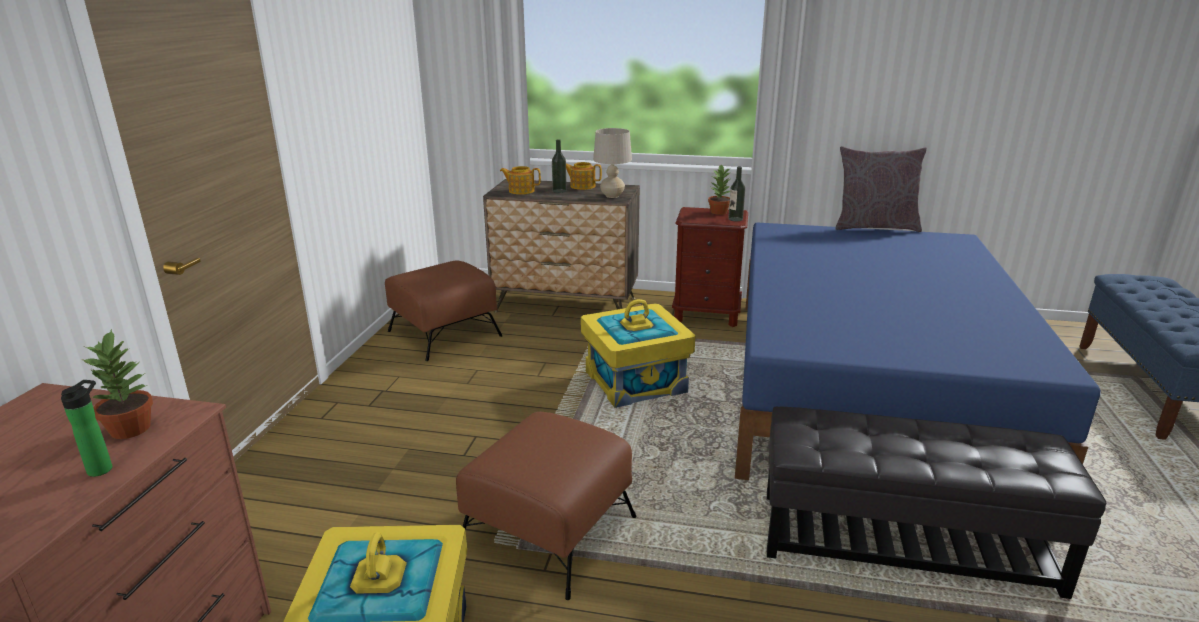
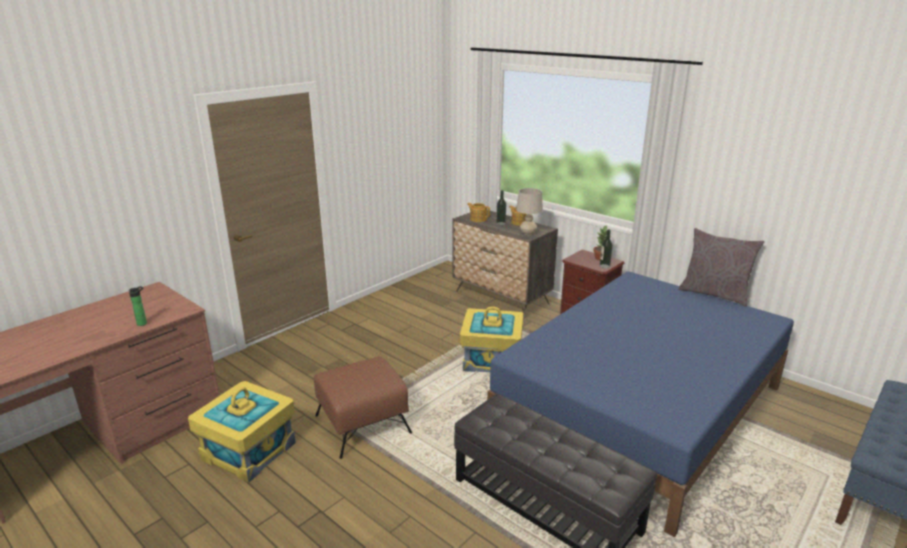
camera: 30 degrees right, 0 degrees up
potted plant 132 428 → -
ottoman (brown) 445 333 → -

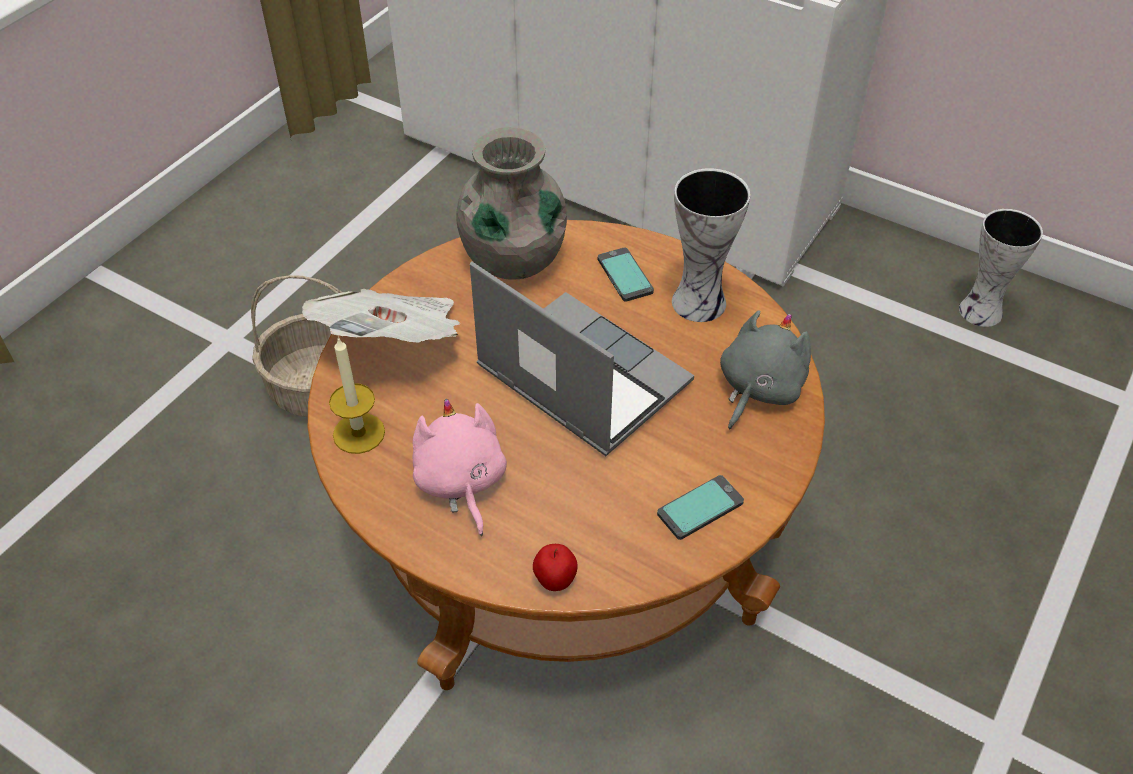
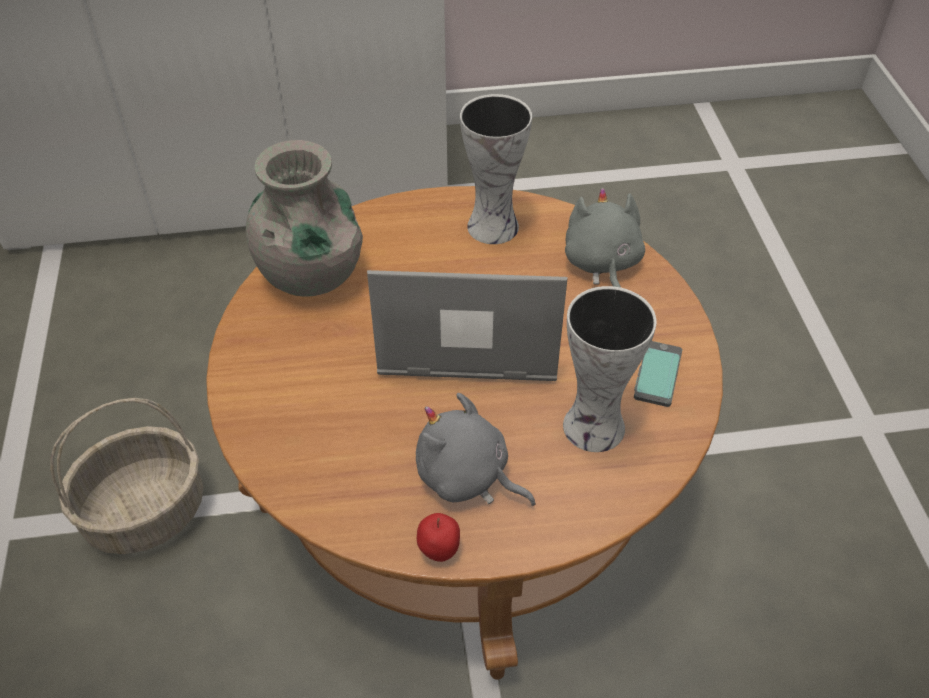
camera: 40 degrees left, 0 degrees up
newspaper 394 343 → -
candle 359 433 → -
plush toy (pink-coloured) 460 482 → plush toy (greyish) 467 477
apple fruit 555 581 → apple fruit 439 551, relocated
phone 624 275 → -
vase 978 311 → vase 591 428, relocated

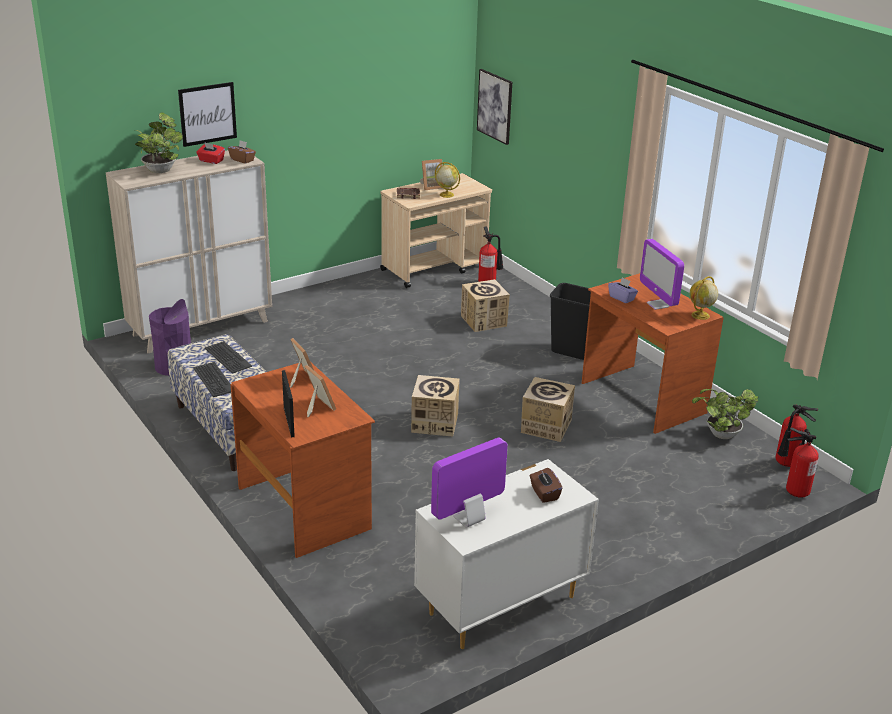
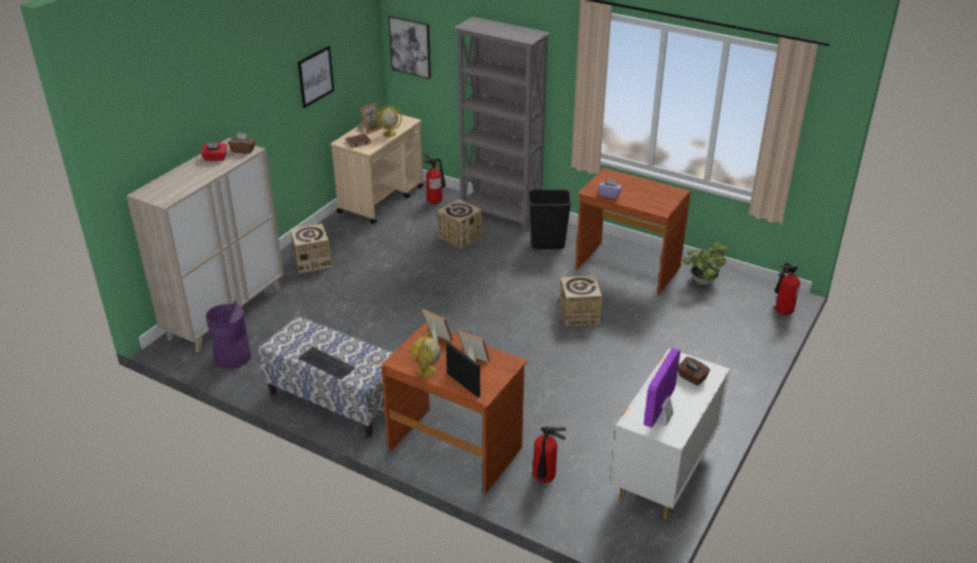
camera: 25 degrees left, 5 degrees up
potted plant 161 170 → -
wall picture 207 114 → wall picture 315 76, relocated
computer keyboard 227 358 → -
cardboard box 435 423 → cardboard box 312 261, relocated
monitor 658 305 → -
desk globe 700 315 → desk globe 427 371, relocated
fire extinguisher 785 465 → fire extinguisher 544 479, relocated
- → shelving unit (greyish) 500 214

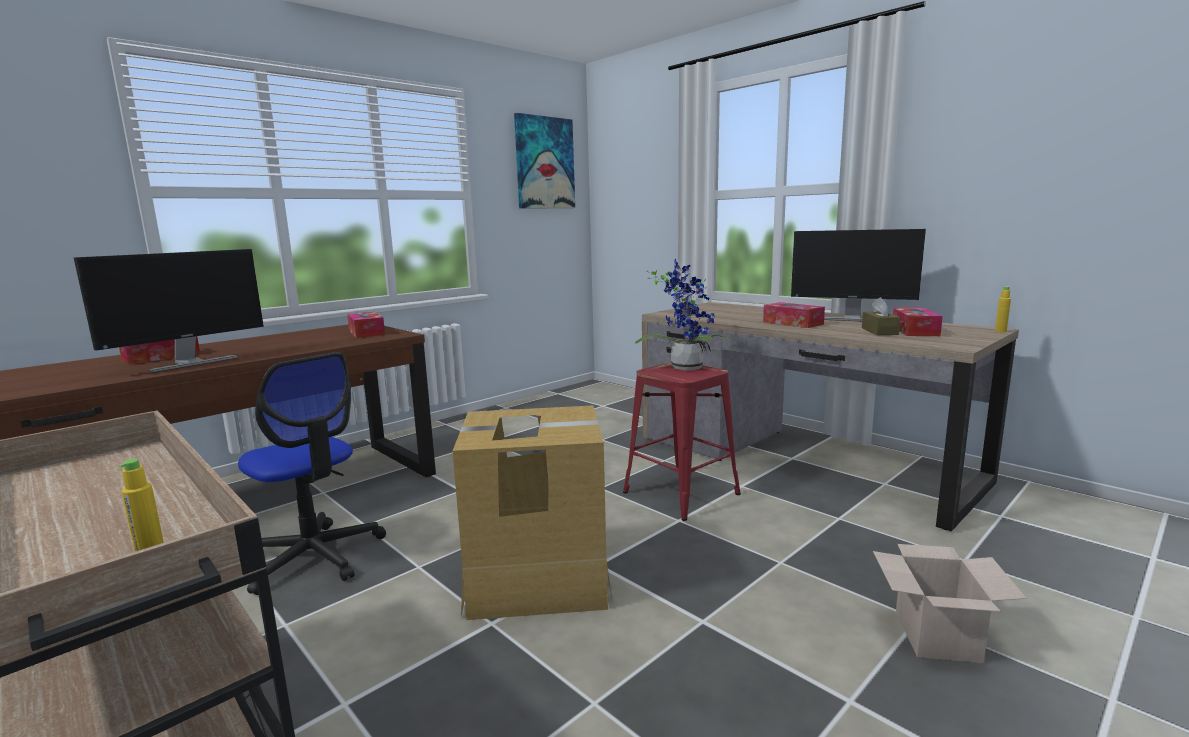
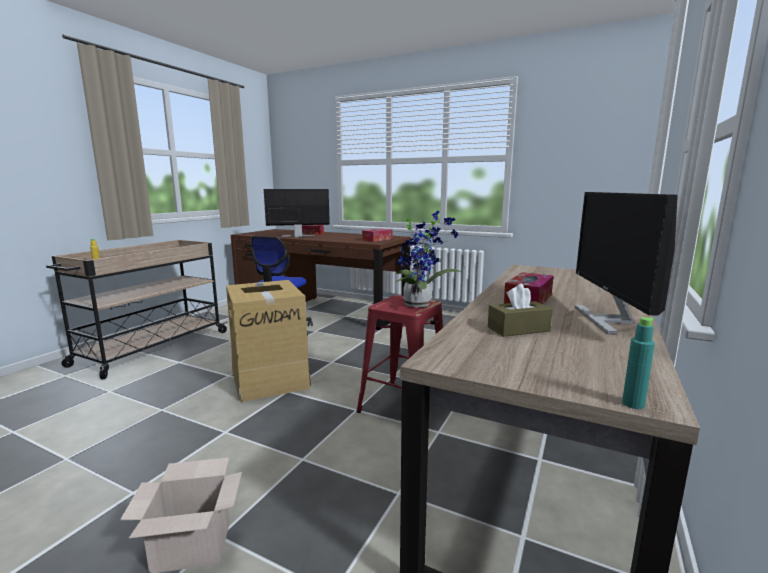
camera: 70 degrees right, 0 degrees up
monitor 190 363 → monitor 298 236, 150 degrees clockwise
wall picture 544 163 → -
box of tissues 914 331 → -
drink bottle (yellow) 1000 331 → drink bottle (turquoise) 633 404

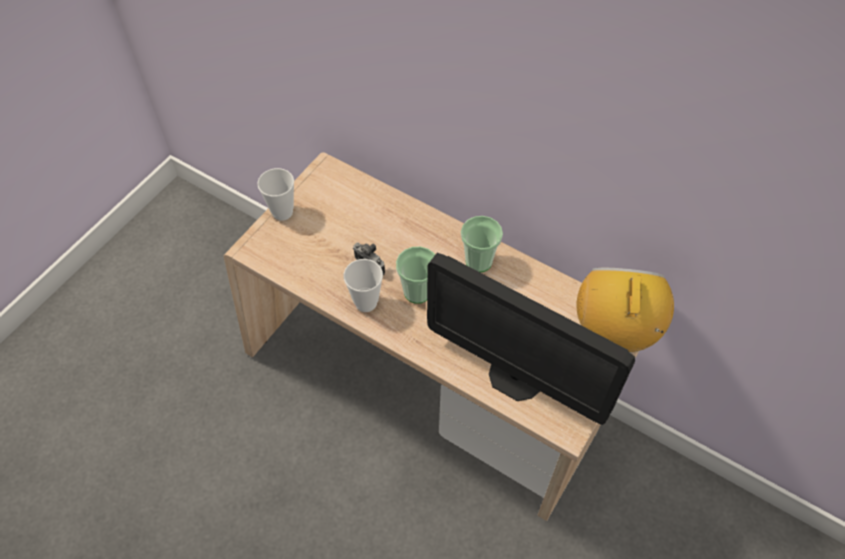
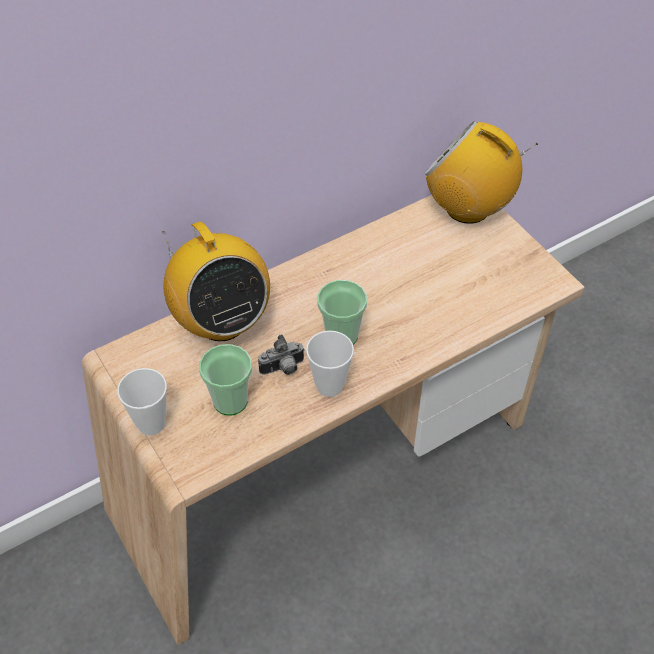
camera: 65 degrees left, 5 degrees down
monitor 516 376 → -
small cup 478 261 → small cup 230 401, relocated
- → radio set 221 321

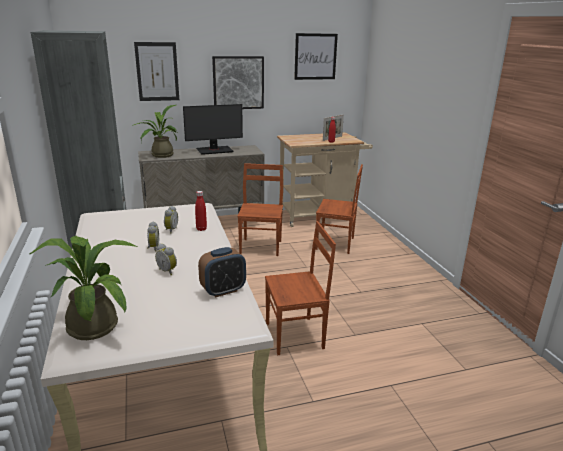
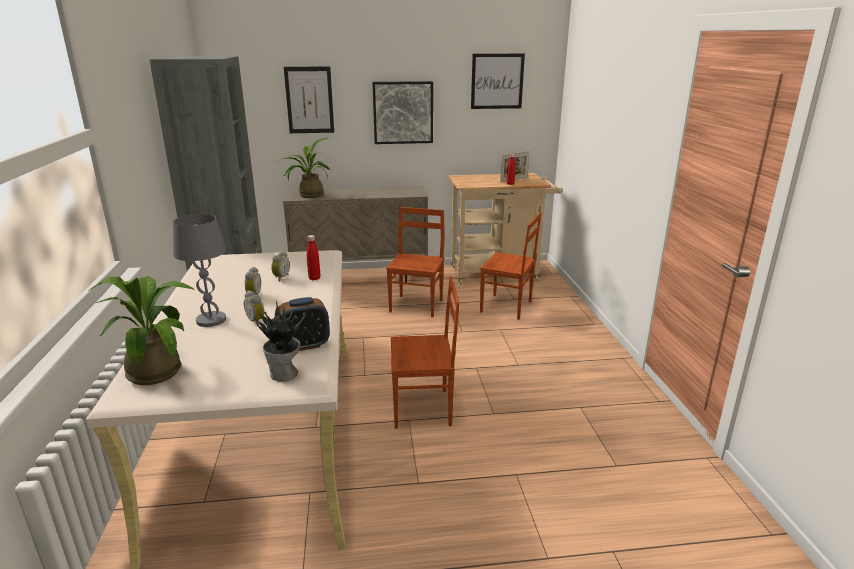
camera: 10 degrees right, 0 degrees up
monitor 214 150 → -
- → lamp for a table (greyish) 211 320
- → potted plant 285 374

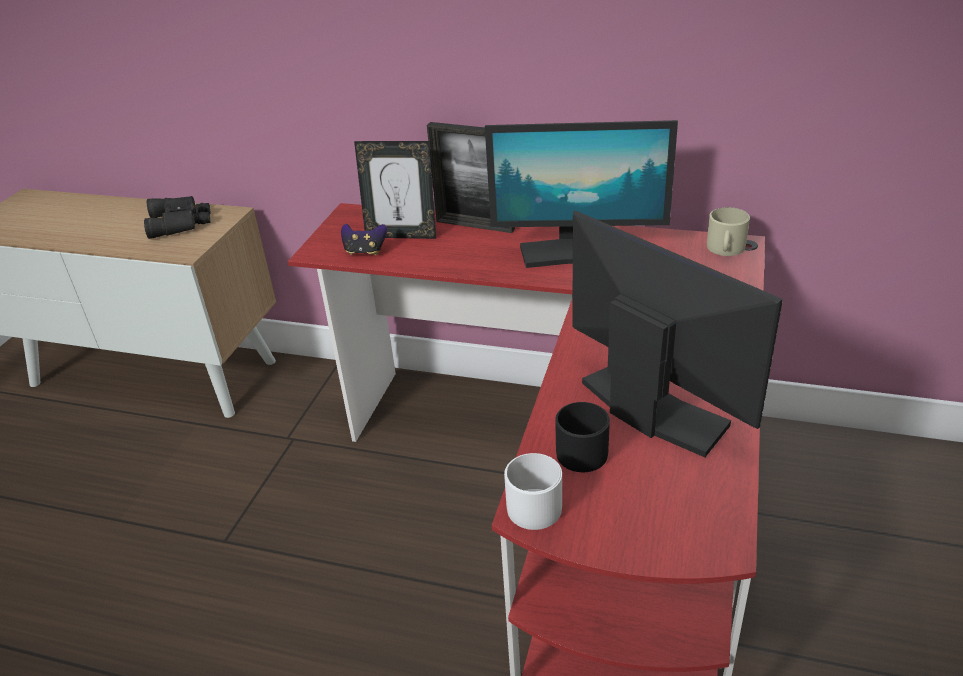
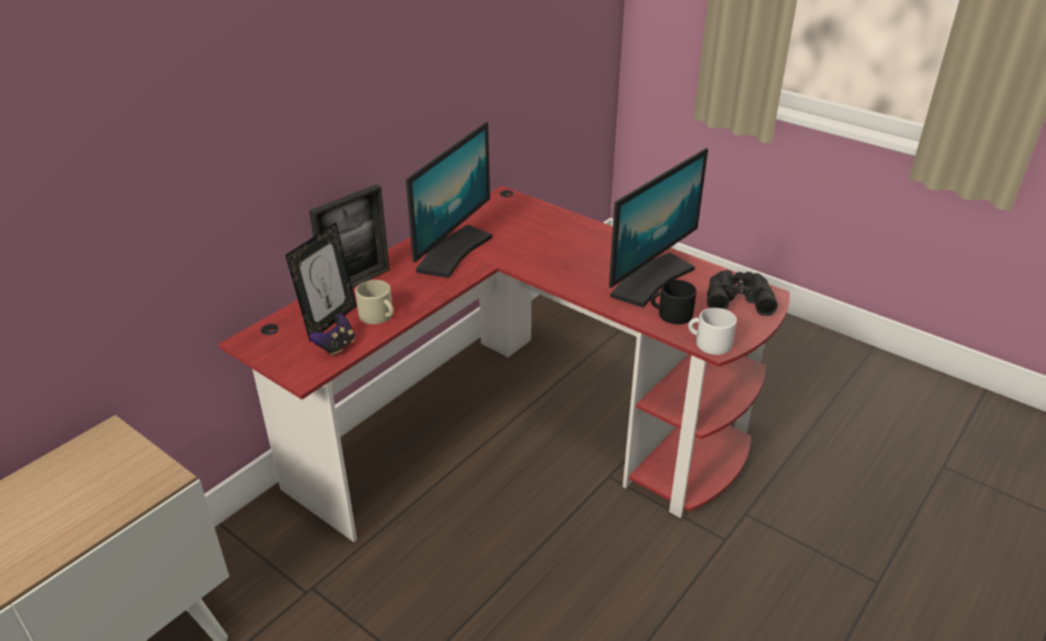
camera: 70 degrees left, 0 degrees up
pair of binoculars (black) 181 222 → pair of binoculars (black) 738 297, relocated
monitor 651 409 → monitor 650 280, 150 degrees clockwise
tea mug (beige) 725 249 → tea mug (beige) 379 316, relocated

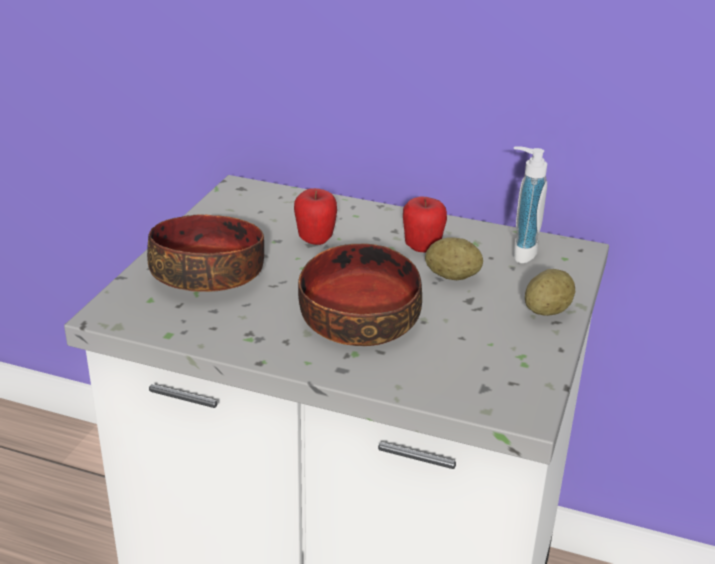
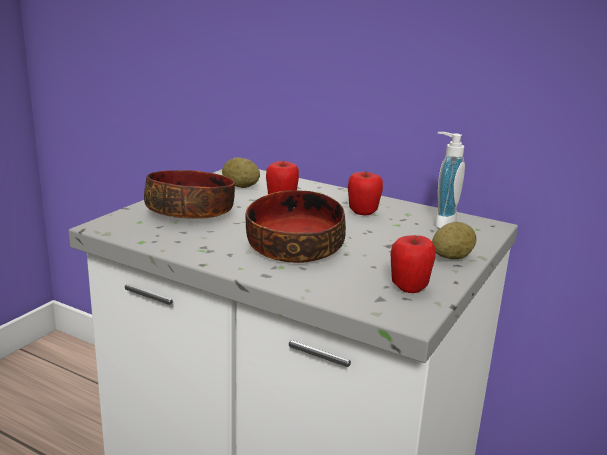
camera: 10 degrees right, 10 degrees down
spud 452 276 → spud 240 186, relocated
- → apple fruit 409 288

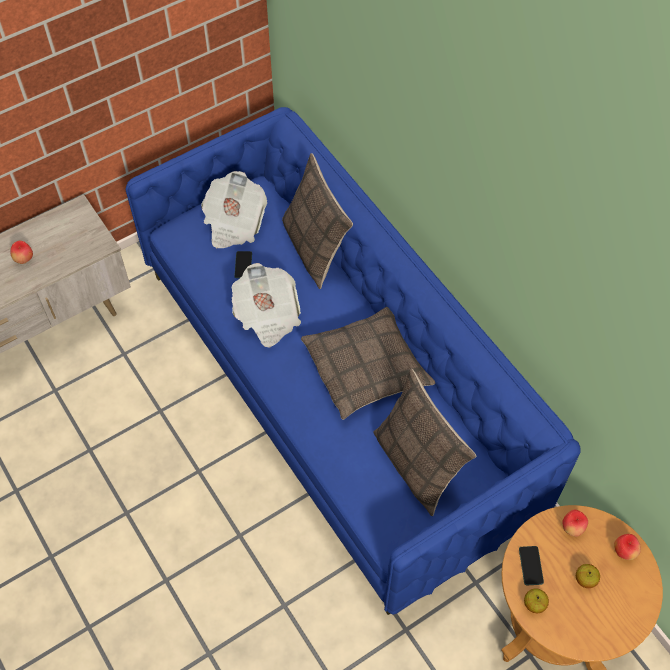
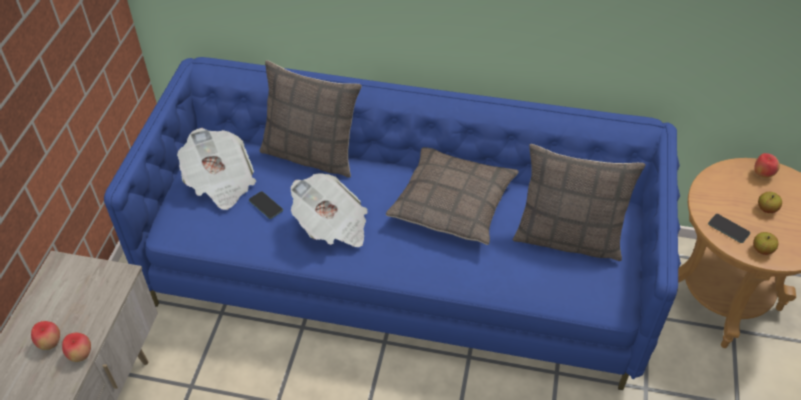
camera: 45 degrees left, 10 degrees down
apple fruit 572 528 → apple fruit 81 355, relocated

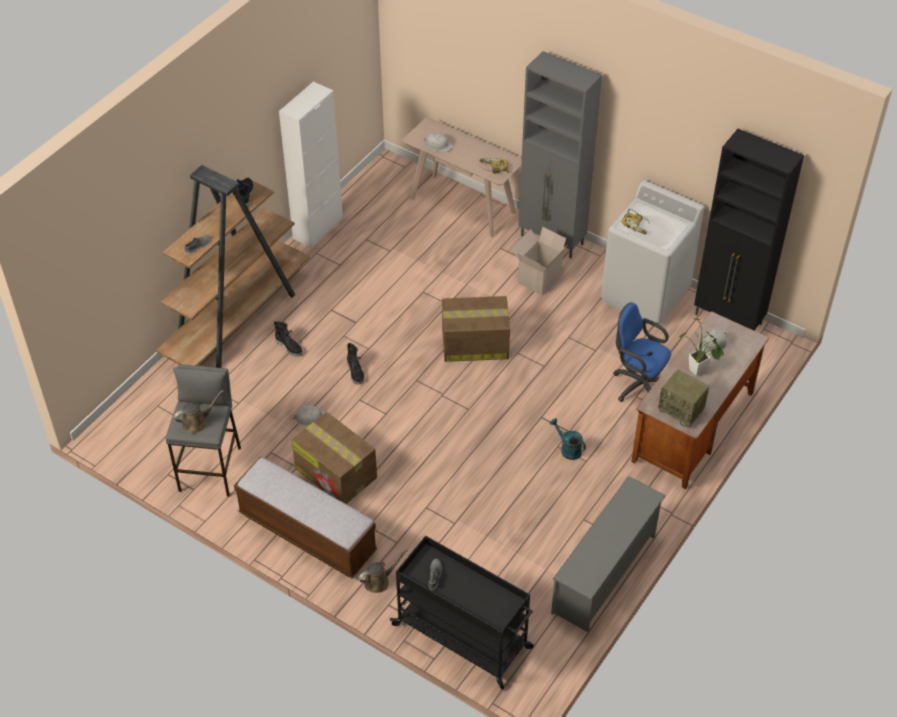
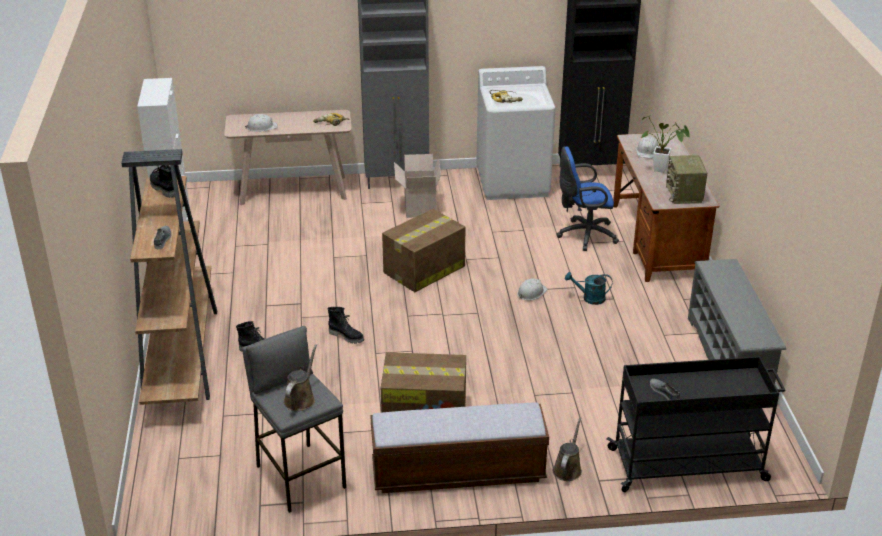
camera: 40 degrees left, 15 degrees down
safety helmet (white-coloured) 310 418 → safety helmet (white-coloured) 531 292, relocated
radio set 682 409 → radio set 684 195, 90 degrees clockwise

